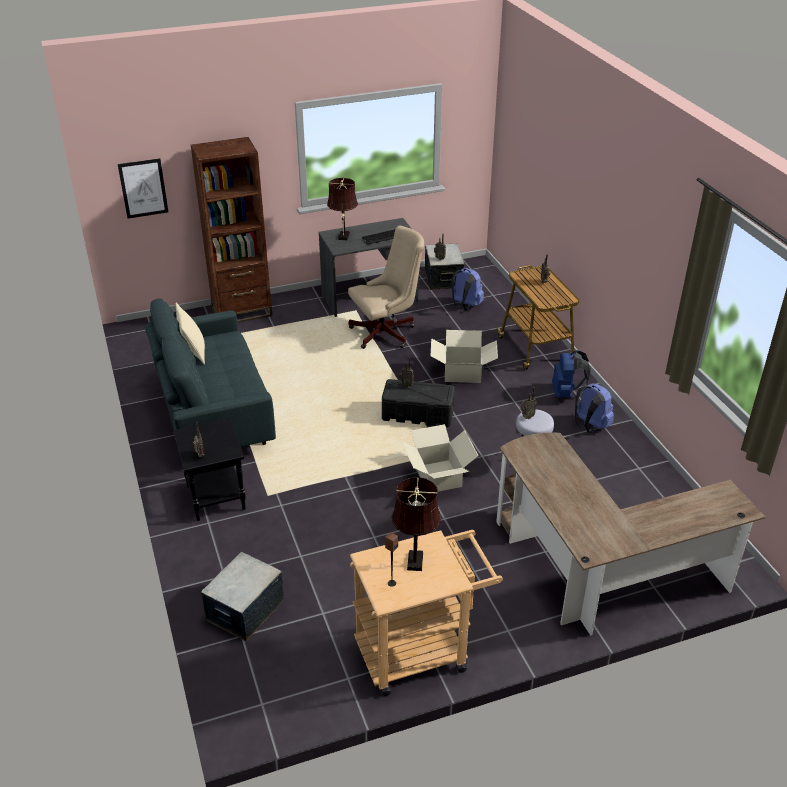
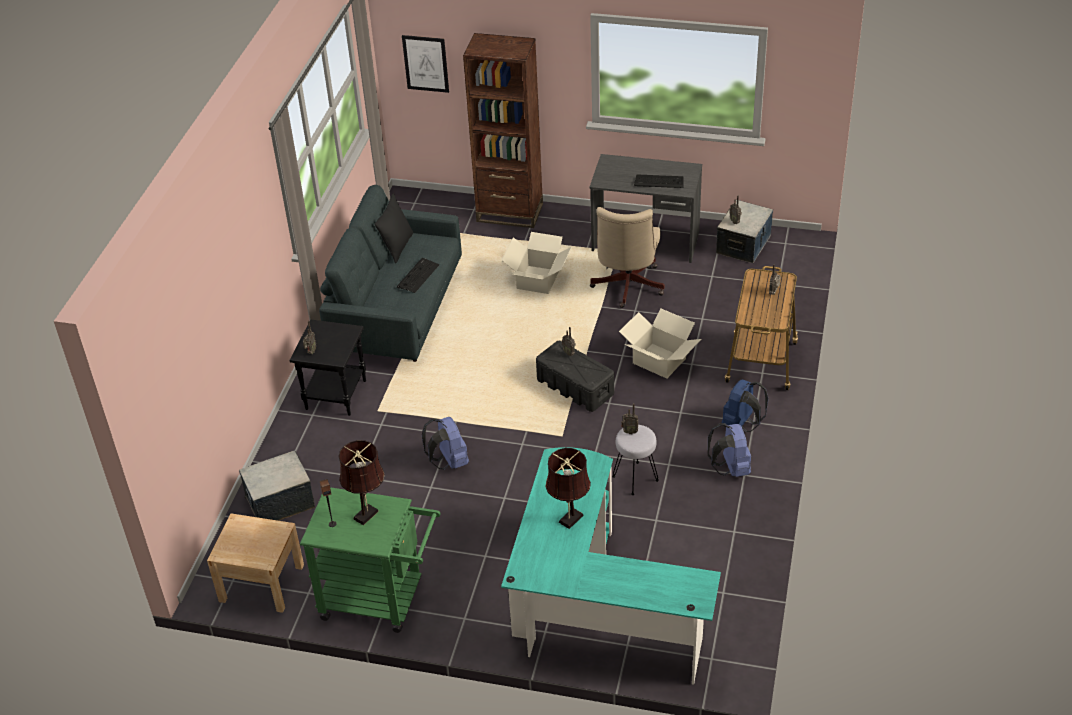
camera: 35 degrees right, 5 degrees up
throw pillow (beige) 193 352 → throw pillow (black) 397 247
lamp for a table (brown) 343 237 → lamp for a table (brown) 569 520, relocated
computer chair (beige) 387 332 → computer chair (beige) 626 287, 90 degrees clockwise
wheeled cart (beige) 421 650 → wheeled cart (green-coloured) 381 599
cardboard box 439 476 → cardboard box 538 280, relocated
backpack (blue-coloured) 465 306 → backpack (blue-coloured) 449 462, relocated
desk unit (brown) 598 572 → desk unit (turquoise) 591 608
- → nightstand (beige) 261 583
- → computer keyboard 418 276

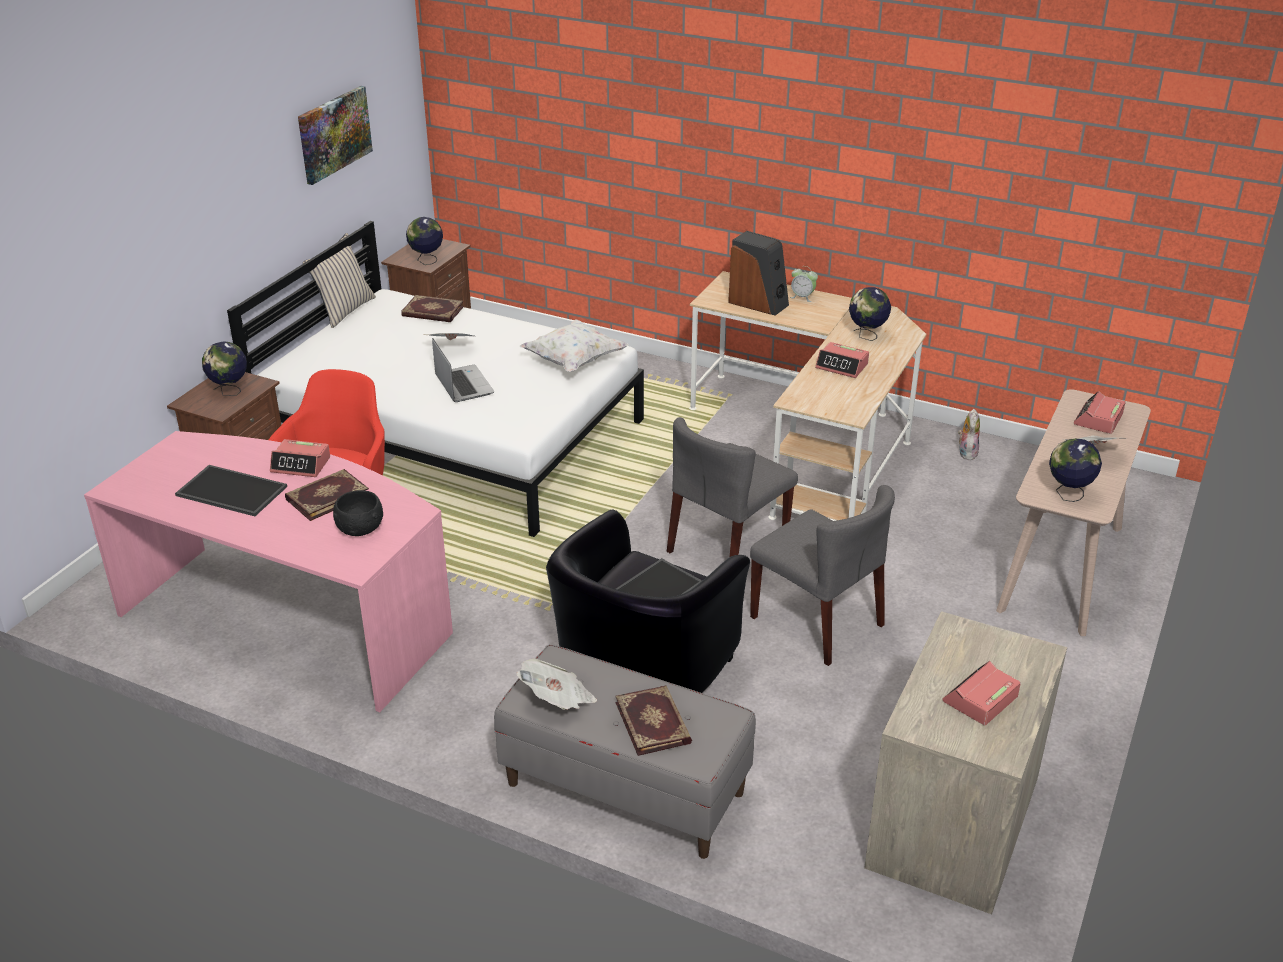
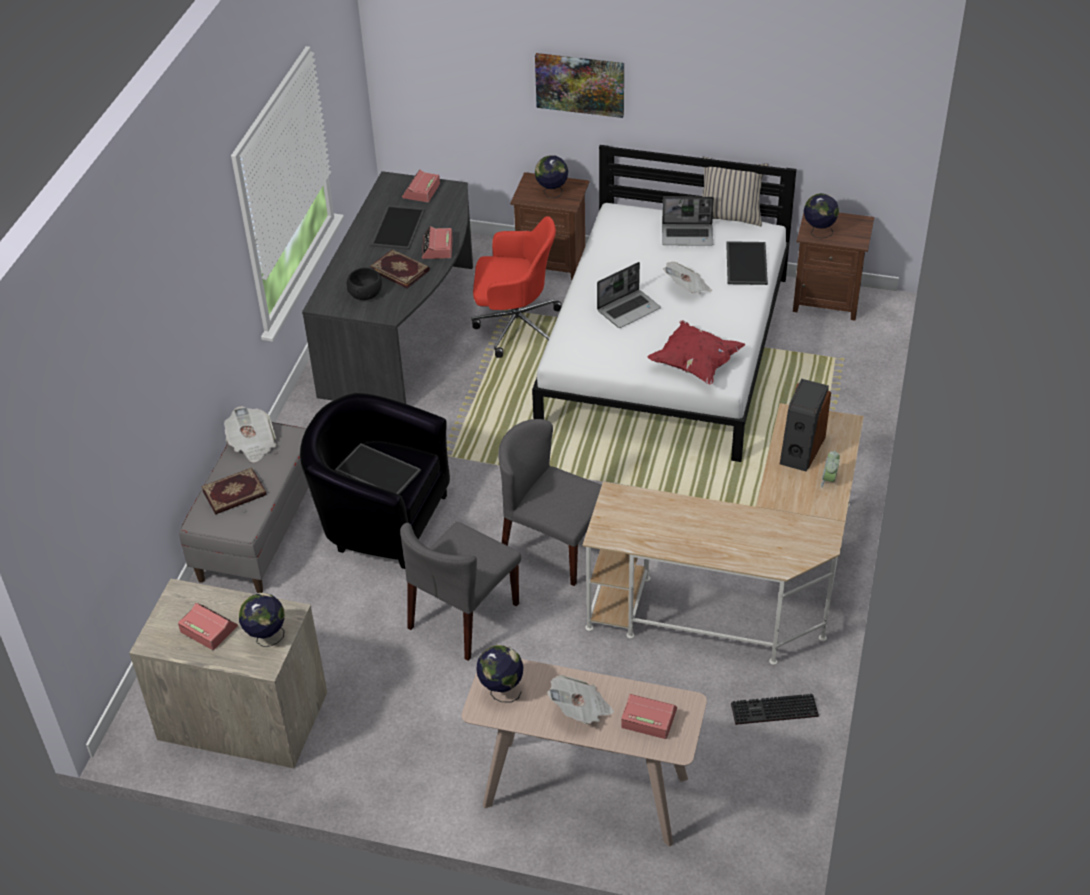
camera: 80 degrees right, 10 degrees up
desk unit (pink-coloured) 290 618 → desk unit (greyish) 405 330
wall picture 334 134 → wall picture 580 84, relocated
volume 432 312 → carrying tray 745 263
throw pillow (white-coloured) 574 361 → throw pillow (reddish) 695 364
table clock 842 366 → table clock 421 191, relocated
desk globe 867 336 → desk globe 266 638, relocated
plush toy 966 452 → computer keyboard 773 712
- → laptop 688 235

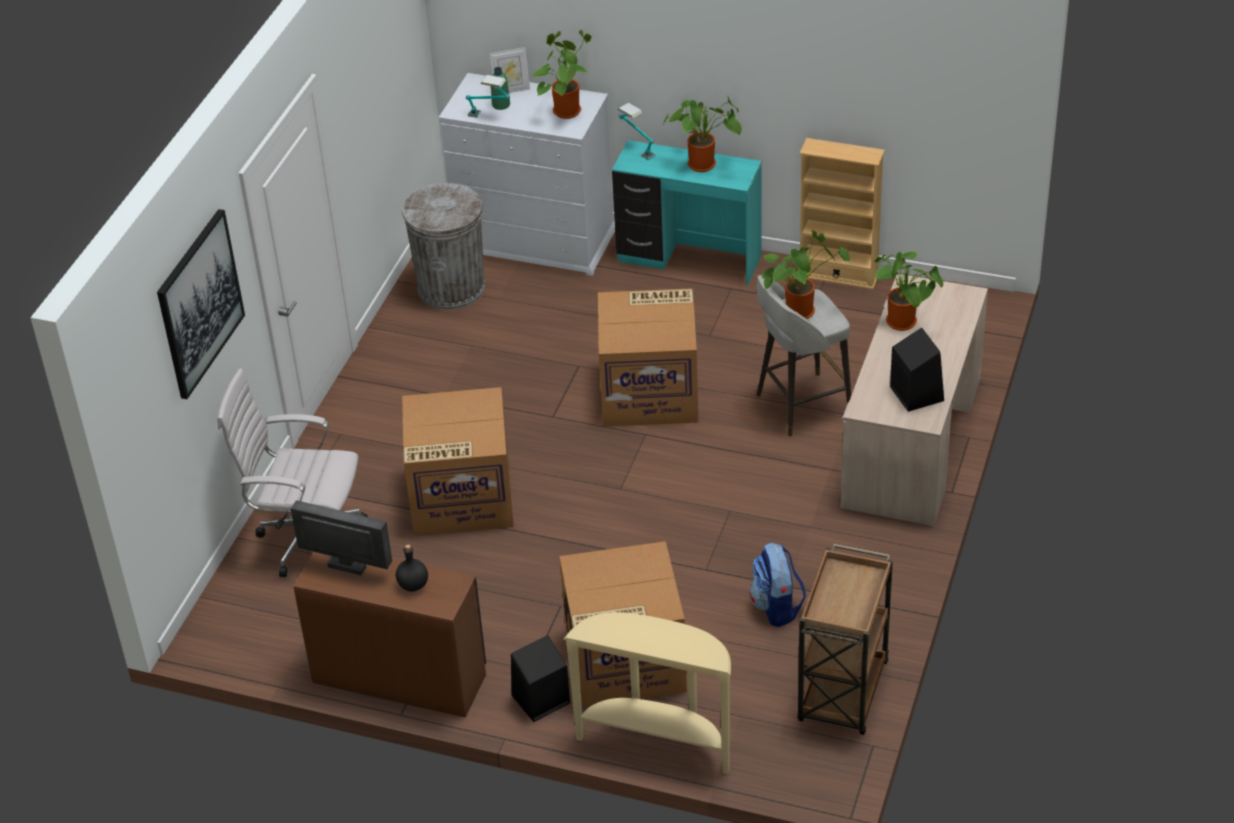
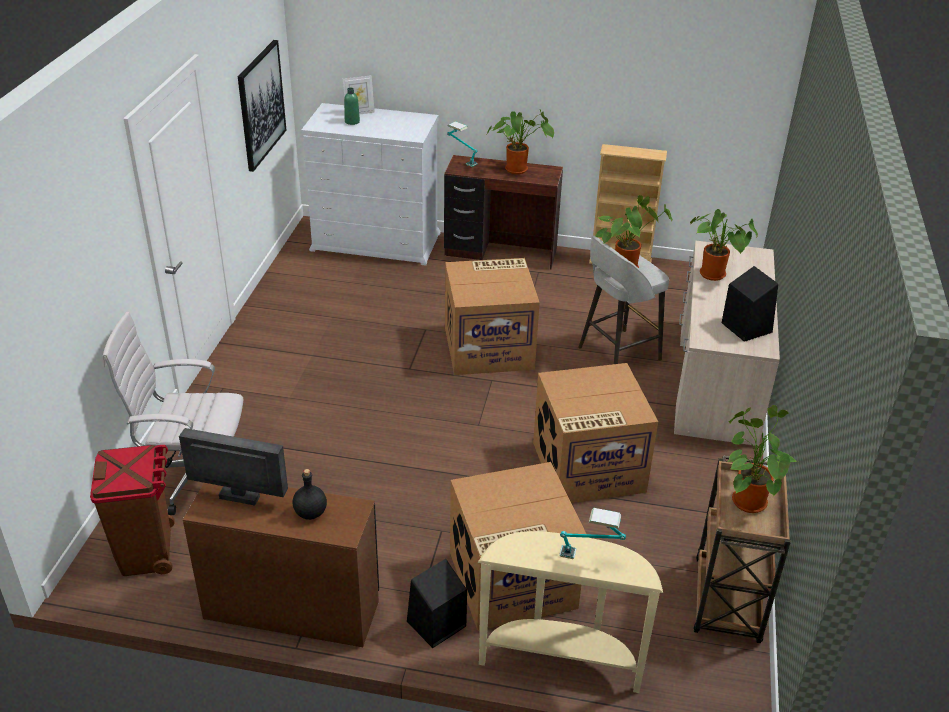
camera: 10 degrees left, 5 degrees down
wall picture 199 303 → wall picture 261 104, relocated
rubbish bin (greyish) 451 288 → -
cardboard box 460 498 → cardboard box 587 468, relocated
lamp for a table 489 117 → lamp for a table 590 557, relocated
potted plant 565 110 → potted plant 746 499, relocated
desk unit (turquoise) 689 260 → desk unit (brown) 500 253
backpack 777 607 → -
- → rubbish bin (brown) 147 552

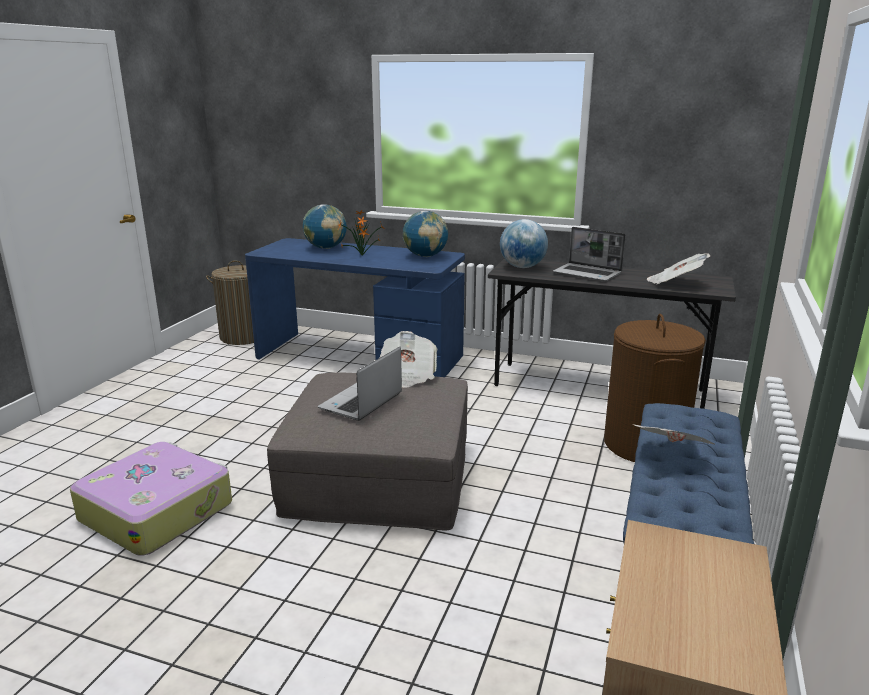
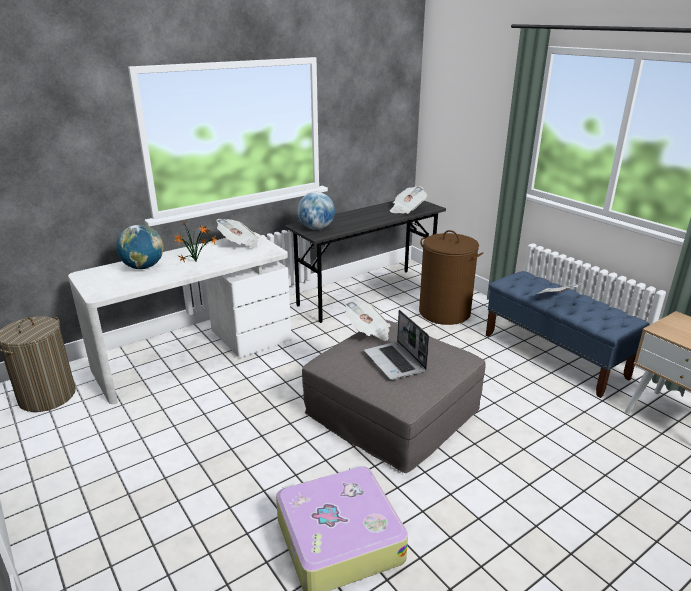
camera: 55 degrees left, 5 degrees up
desk unit (blue-coloured) 359 357 → desk unit (white-coloured) 195 354
desk globe 425 256 → newspaper 239 244
laptop 588 274 → -

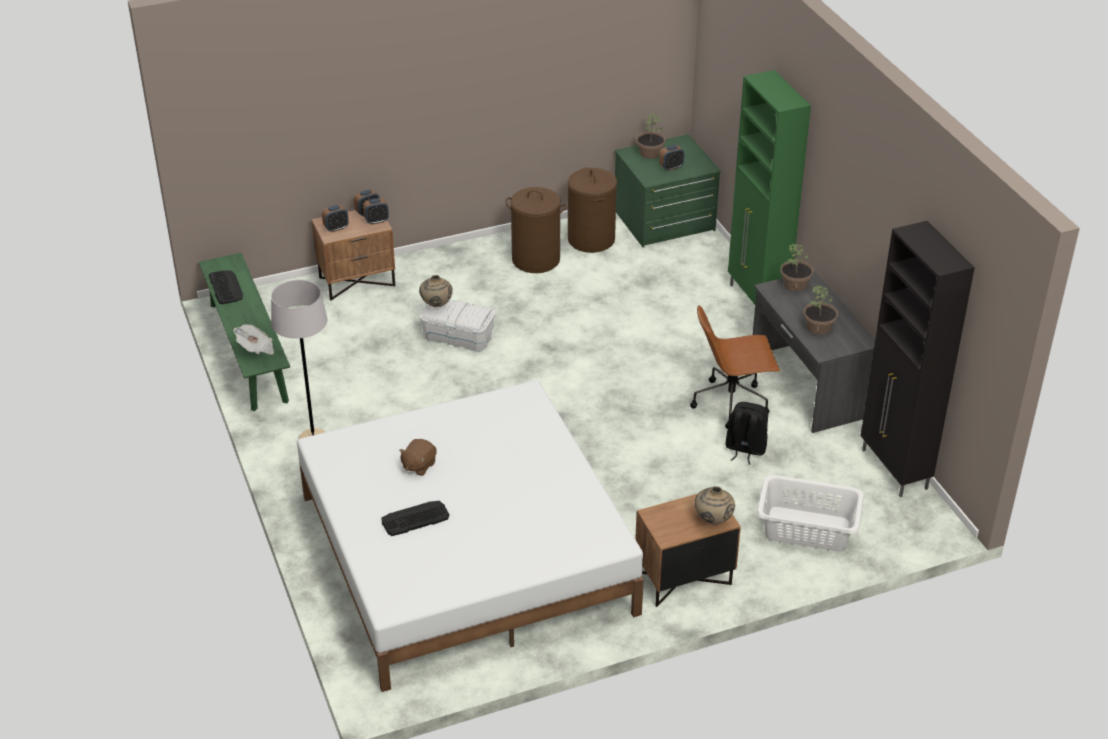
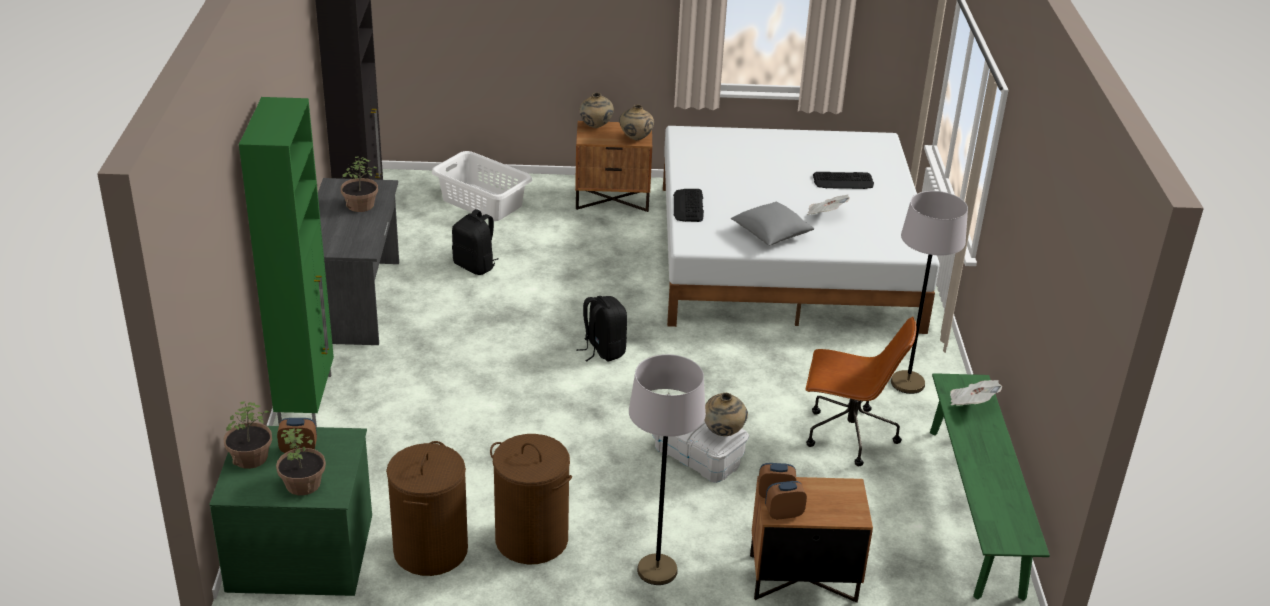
camera: 160 degrees left, 5 degrees down
computer keyboard 226 287 → computer keyboard 688 206, relocated
table clock 336 228 → -
plush toy (brown) 418 465 → newspaper 825 214
computer chair (brown) 731 402 → computer chair (brown) 848 435, relocated
potted plant 795 284 → potted plant 250 457, relocated
- → backpack (black) 603 350
- → vase (beige) 635 139
- → standing lamp (greyish) 657 570
- → throw pillow (greyish) 771 234

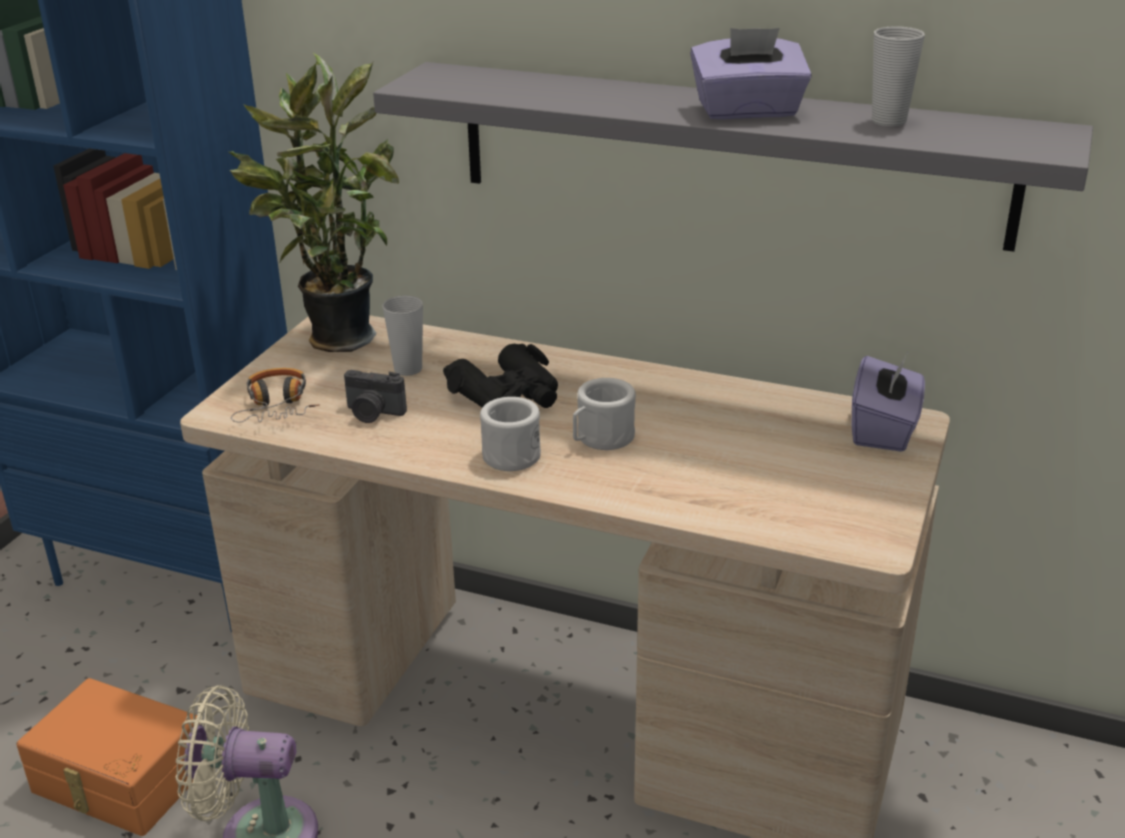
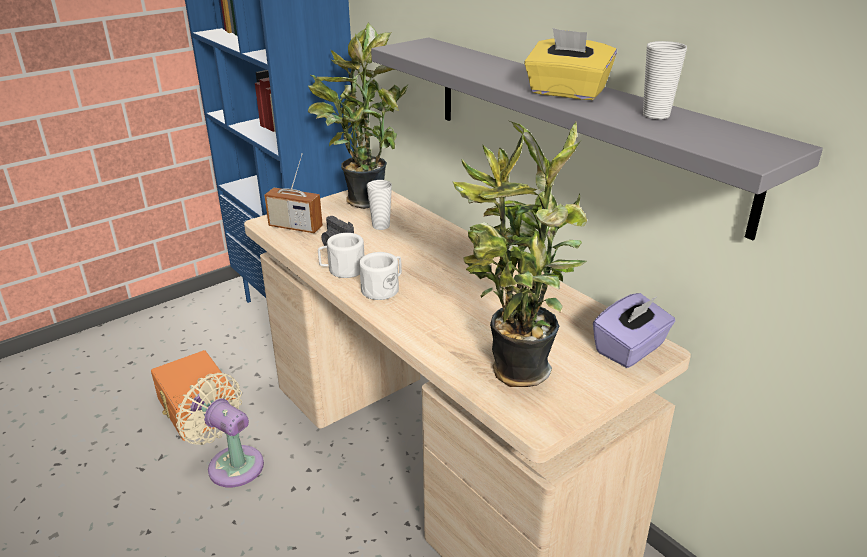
camera: 30 degrees right, 0 degrees up
headset 277 406 → radio set 295 227
pair of binoculars (black) 508 396 → -
tea mug (white-coloured) 600 439 → tea mug (white-coloured) 342 270, relocated
box of tissues (purplish) 747 111 → box of tissues (yellow) 566 92
- → potted plant 513 372

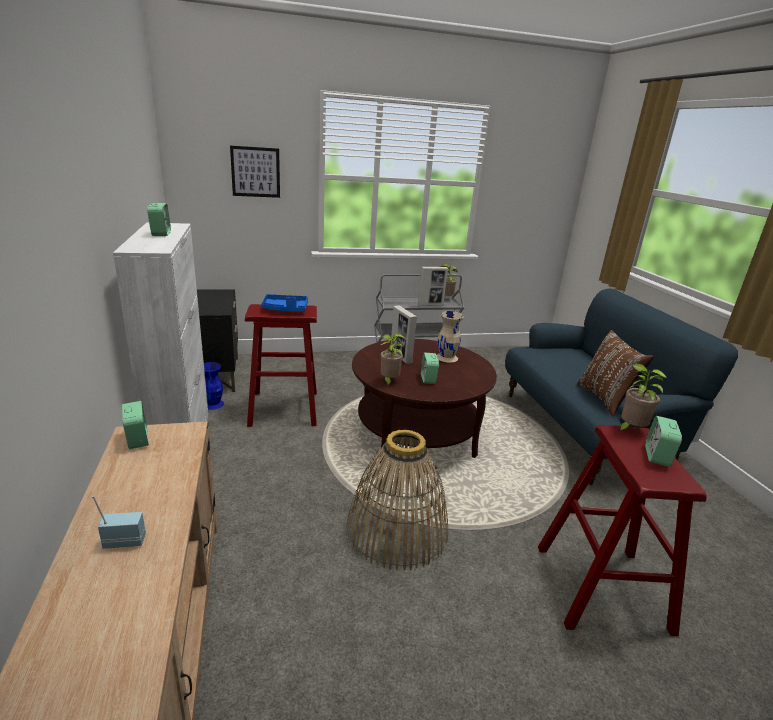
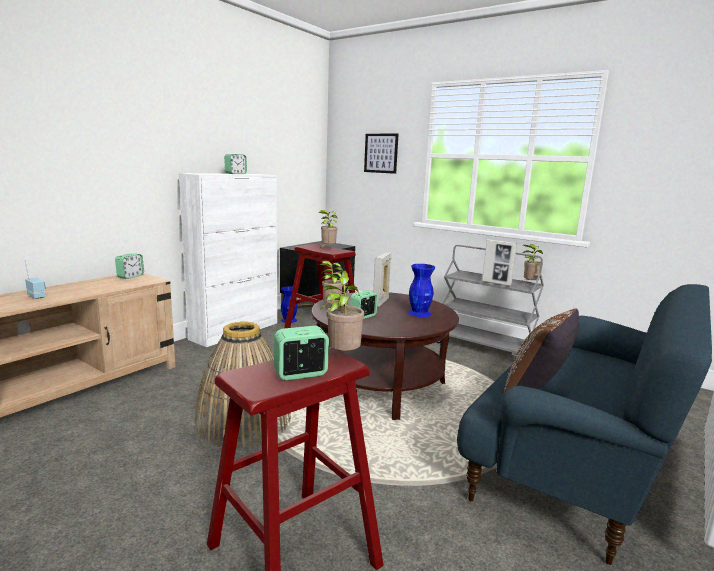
camera: 50 degrees right, 10 degrees down
carrying tray (blue-coloured) 285 309 → potted plant 327 248
vase (beige) 447 357 → vase (blue-coloured) 420 313

